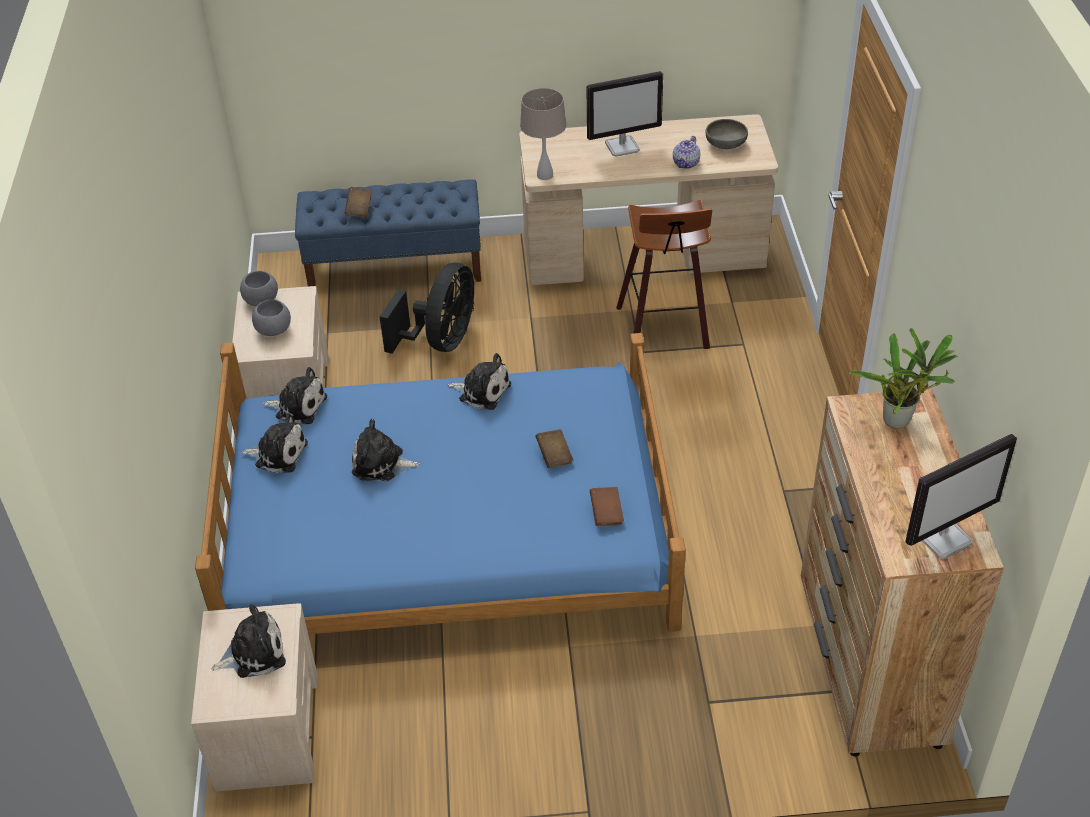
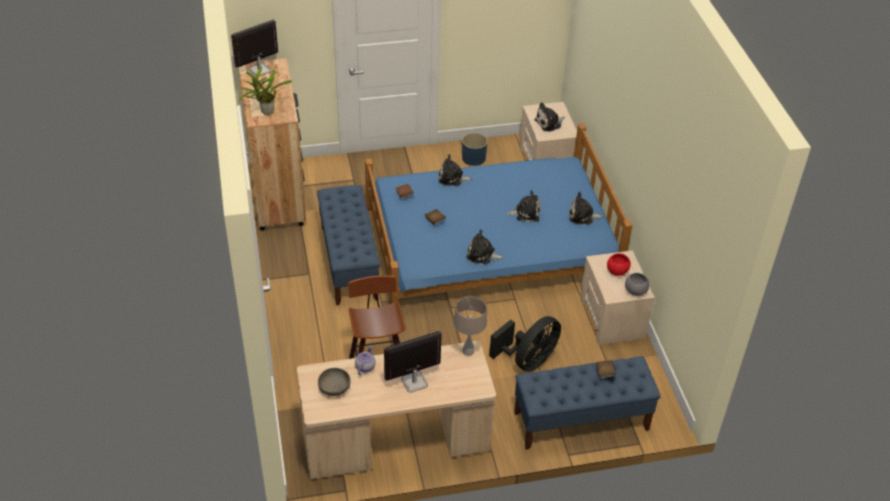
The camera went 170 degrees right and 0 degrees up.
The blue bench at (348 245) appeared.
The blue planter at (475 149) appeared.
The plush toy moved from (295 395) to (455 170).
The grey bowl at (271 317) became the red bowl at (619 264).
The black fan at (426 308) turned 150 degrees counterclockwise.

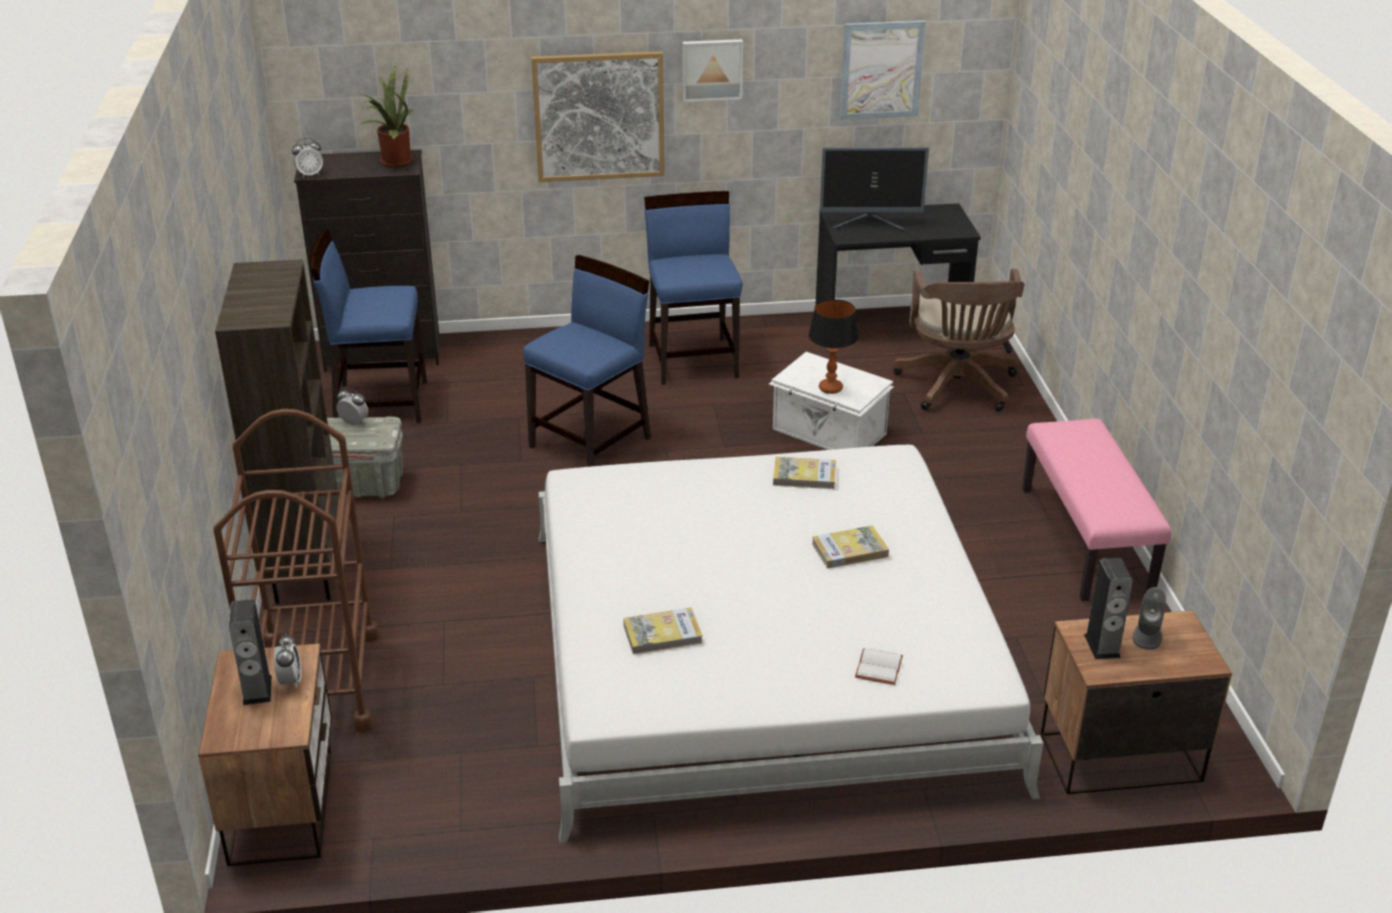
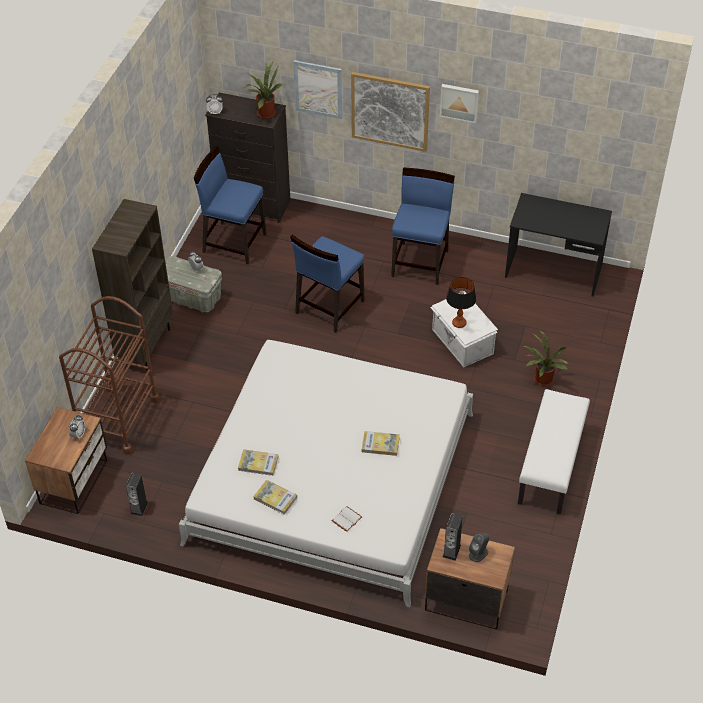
The camera went 25 degrees right and 15 degrees up.
The monitor at (874 189) disappeared.
The brown office chair at (958 340) disappeared.
The potted plant at (546 358) appeared.
The speaker moved from (250 652) to (137 494).
The book moved from (804 473) to (275 497).
The picture moved from (882 70) to (318 89).
The pink bench at (1097 509) became the white bench at (554 451).
The blue chair at (587 361) turned 150 degrees clockwise.

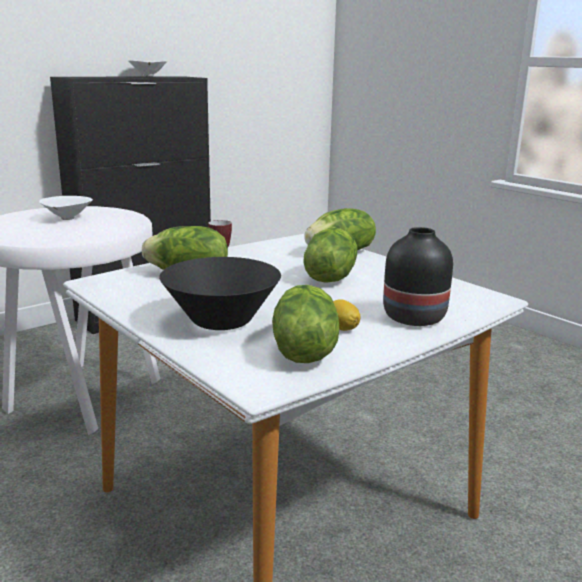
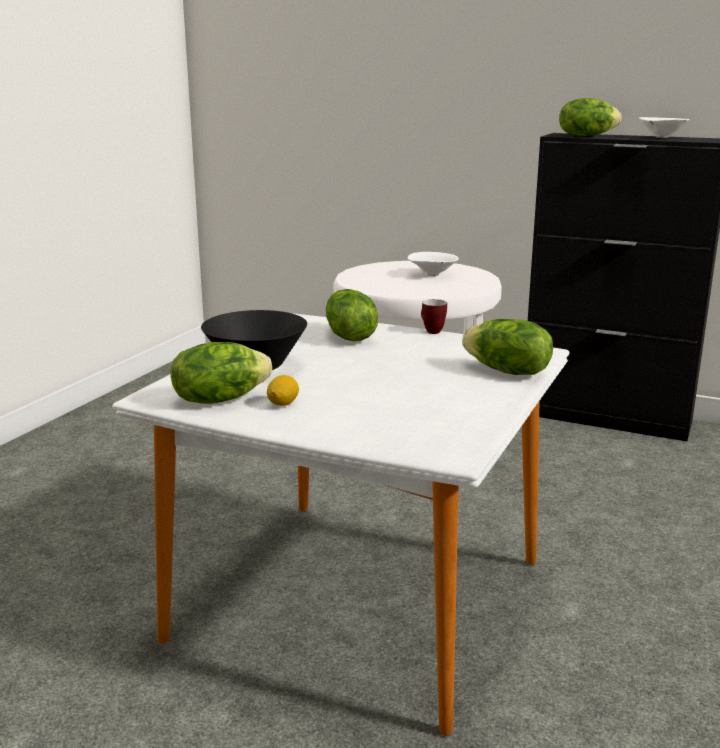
The camera went 65 degrees right and 0 degrees up.
The black vase at (418 276) disappeared.
The lettuce moved from (330 255) to (590 117).

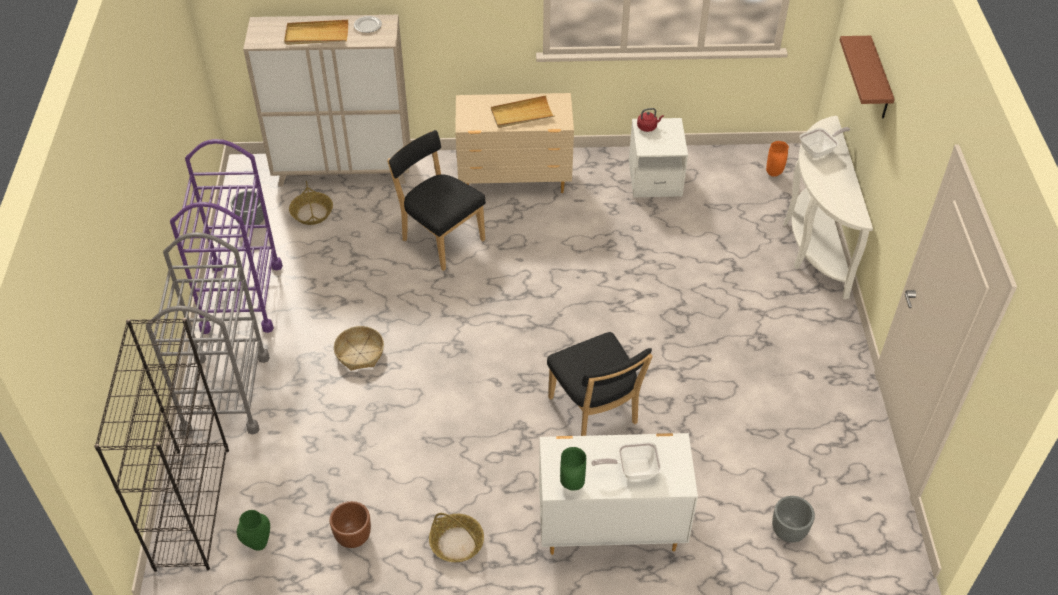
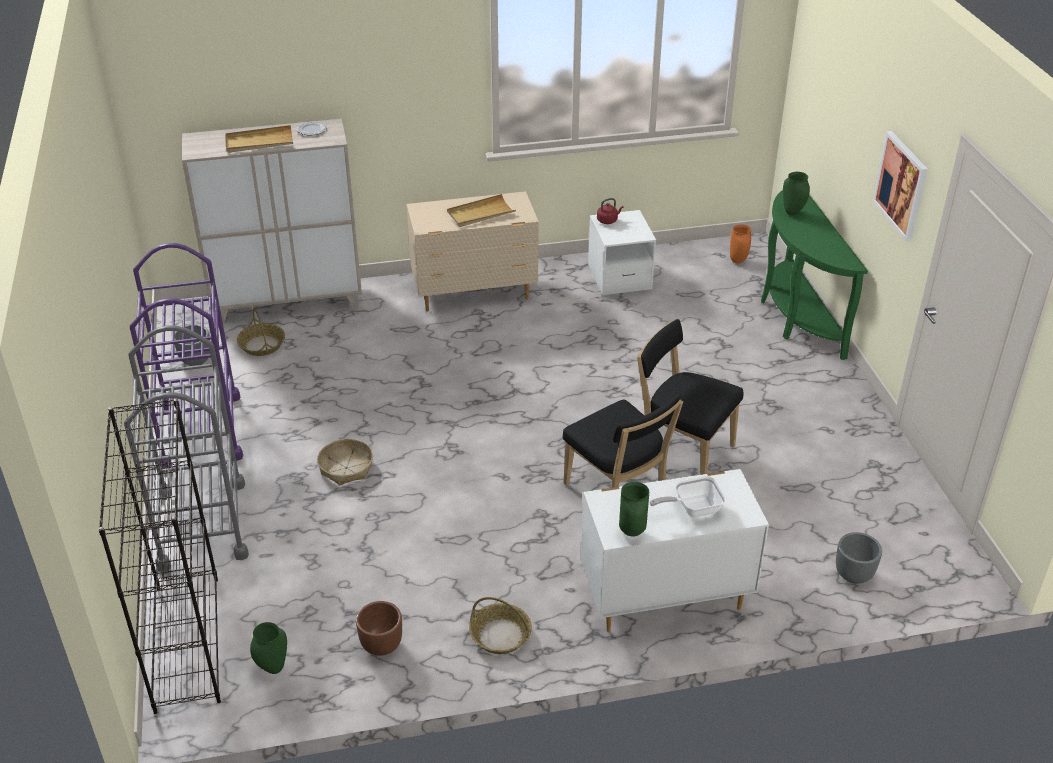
The camera went 10 degrees left and 10 degrees down.
The brown shelf at (867 77) disappeared.
The picture at (900 186) appeared.
The black chair moved from (436 200) to (690 397).
The frying pan at (825 143) was replaced by the green vase at (796 194).
The white console table at (828 207) became the green console table at (814 275).

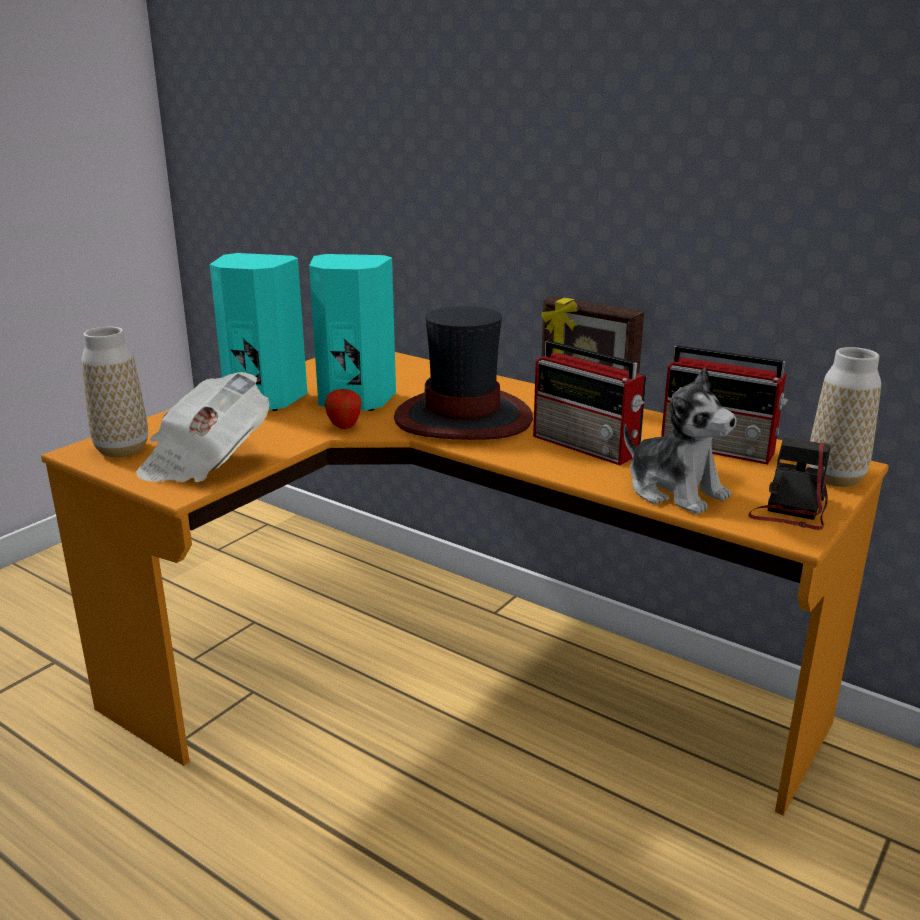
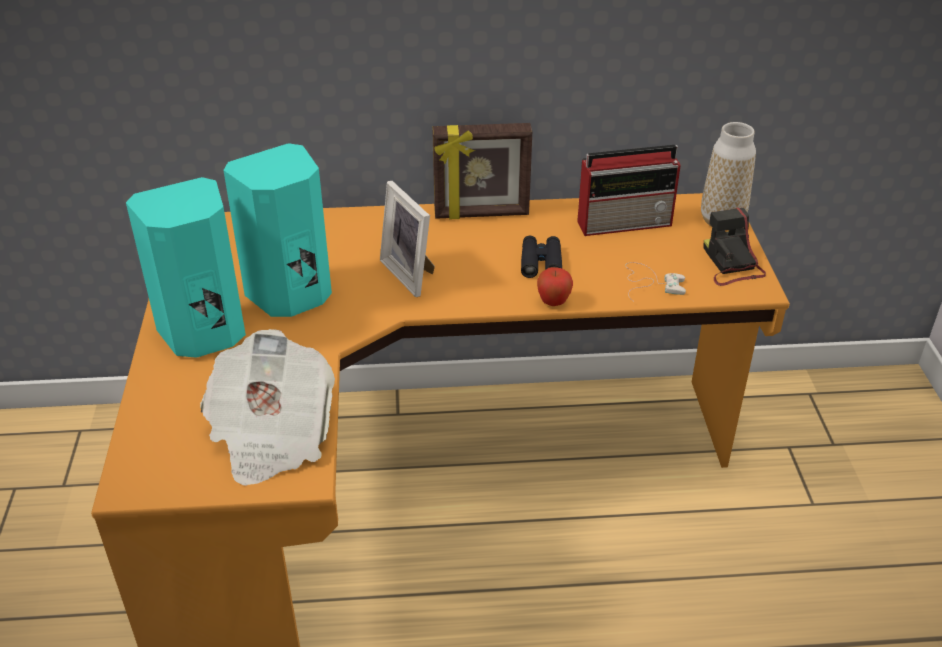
The camera went 40 degrees left and 15 degrees up.
The vase at (114 392) disappeared.
The apple moved from (343 408) to (555 286).
The hat at (463 373) was replaced by the picture frame at (407 239).
The radio at (589 403) was replaced by the black binoculars at (541 257).
The plush toy at (680 441) was replaced by the white game controller at (655 282).

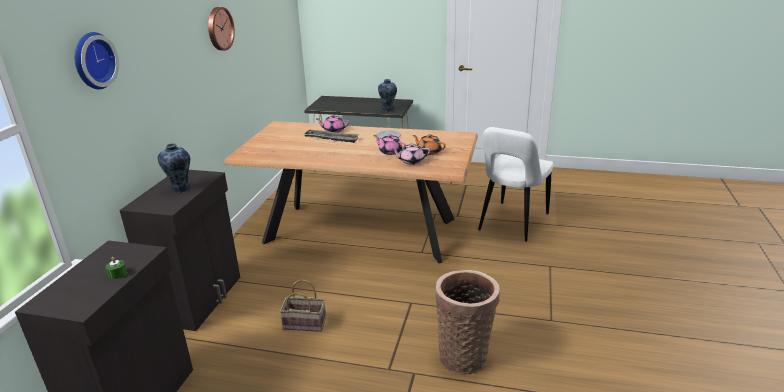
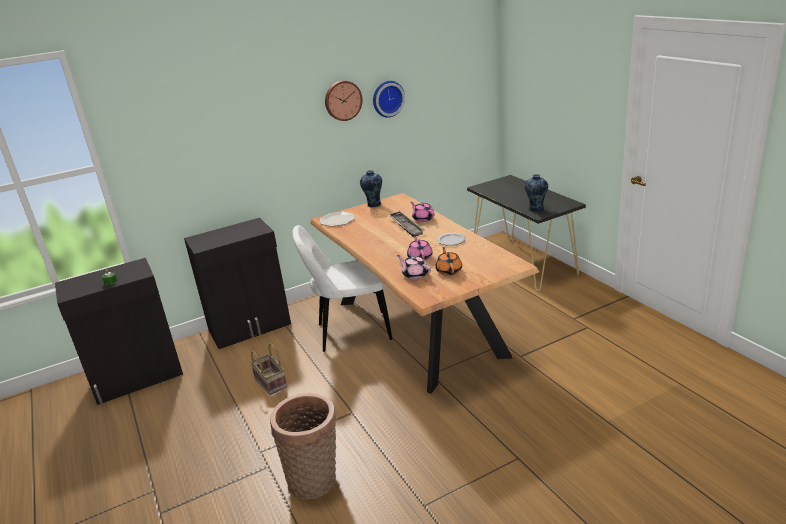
The camera went 50 degrees right and 0 degrees up.
The plate at (337 219) appeared.
The wall clock moved from (96 60) to (389 99).
The vase moved from (174 168) to (371 188).
The white chair moved from (516 184) to (342 288).

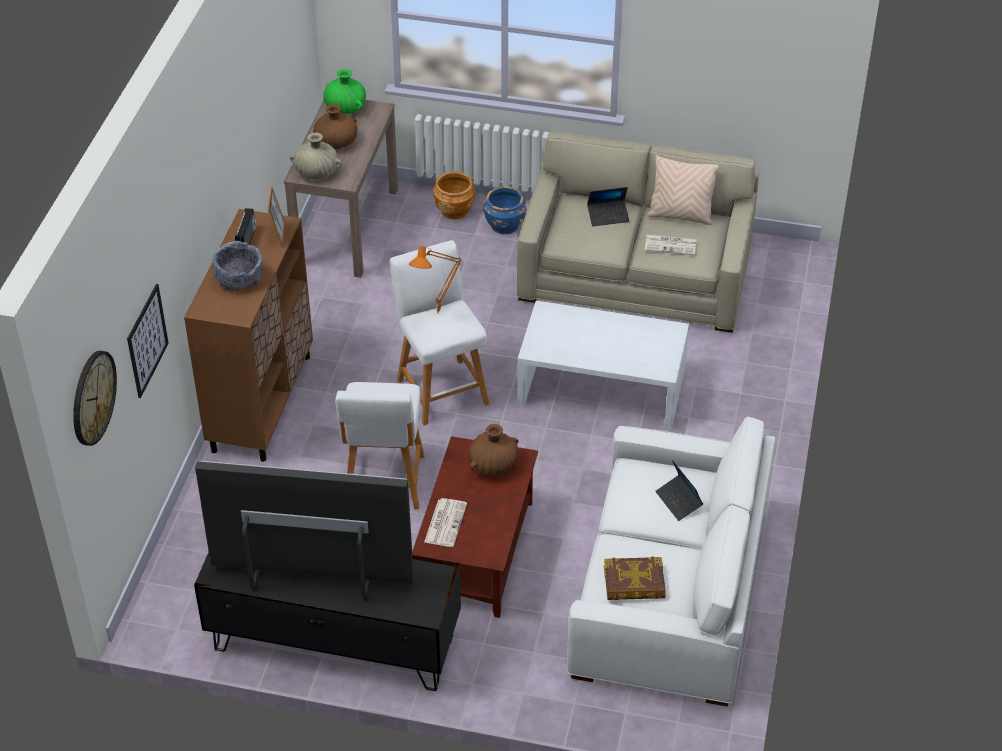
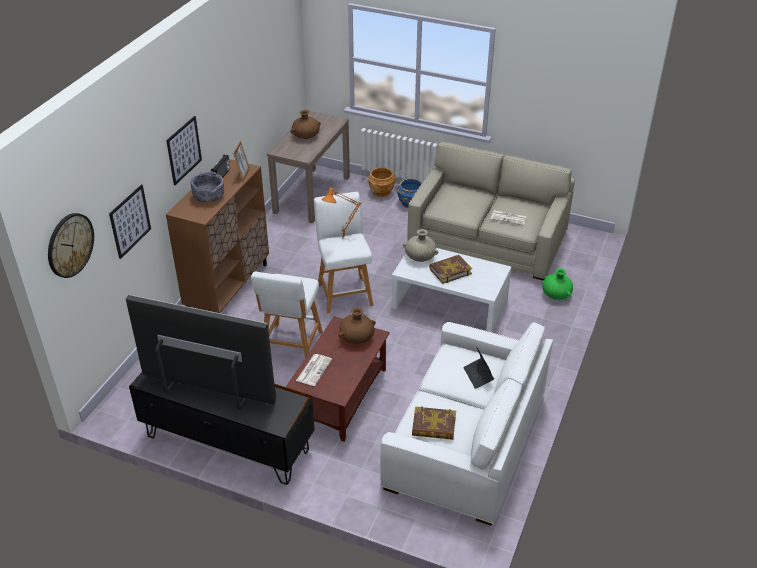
The camera went 10 degrees right and 5 degrees down.
The laptop at (608 206) disappeared.
The beige pillow at (683 190) disappeared.
The picture at (184 150) appeared.
The book at (450 269) appeared.
The beige vase moved from (316 156) to (420 245).
The green vase moved from (344 91) to (557 284).

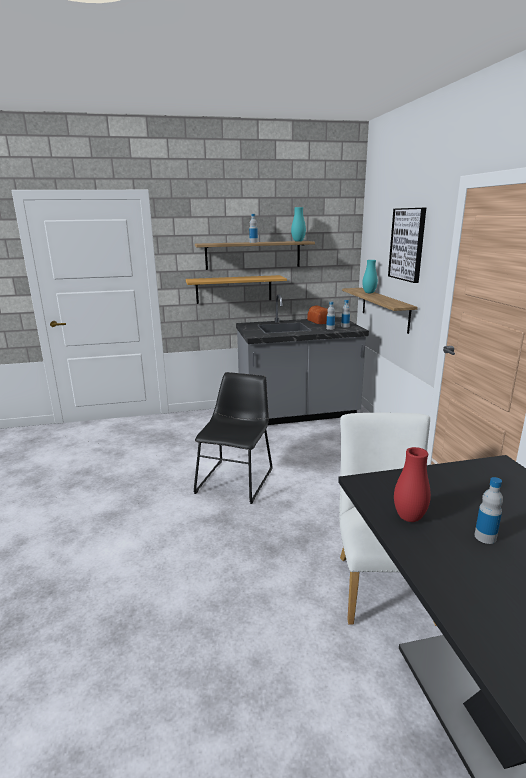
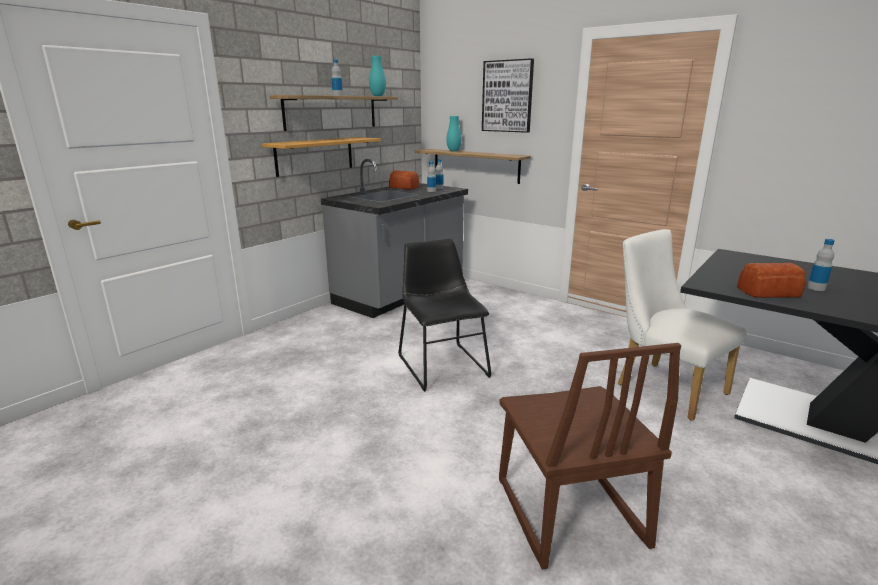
The camera went 40 degrees left and 0 degrees up.
The brown chair at (590 456) appeared.
The red vase at (412 484) was replaced by the bread at (771 280).

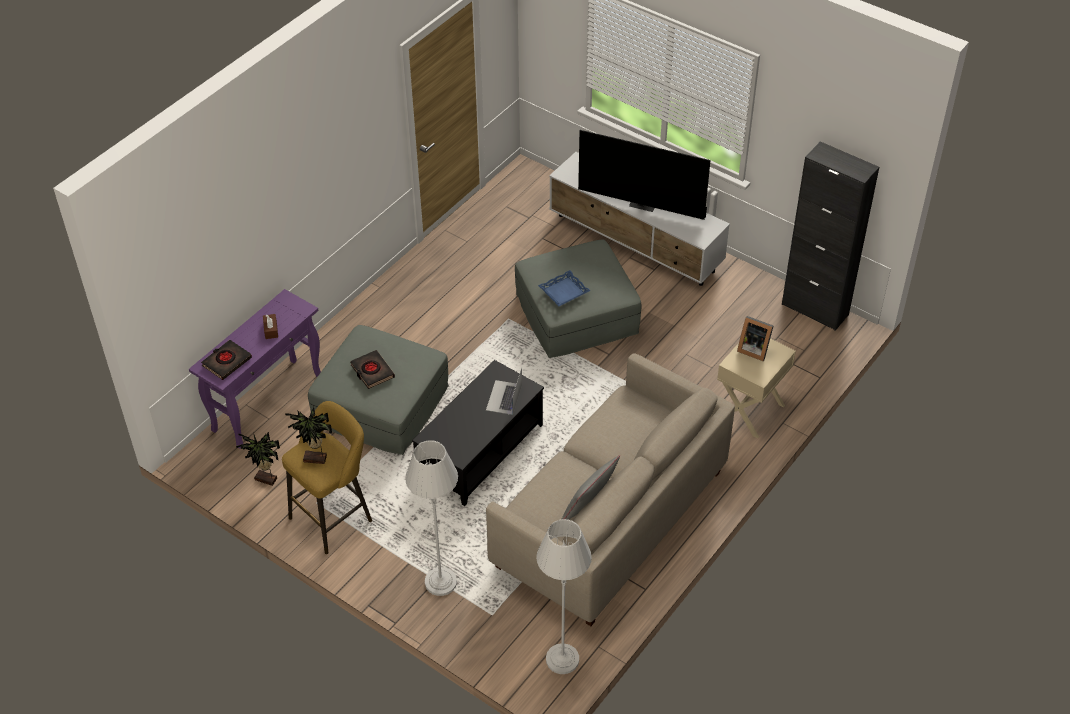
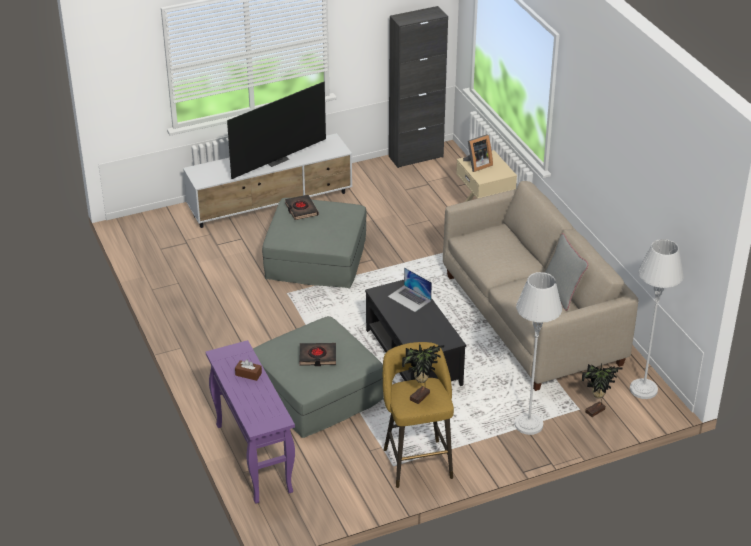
The camera went 60 degrees left and 10 degrees down.
The blue tray at (564 288) disappeared.
The black book moved from (226 360) to (302 207).
The potted plant moved from (258 459) to (602 390).

